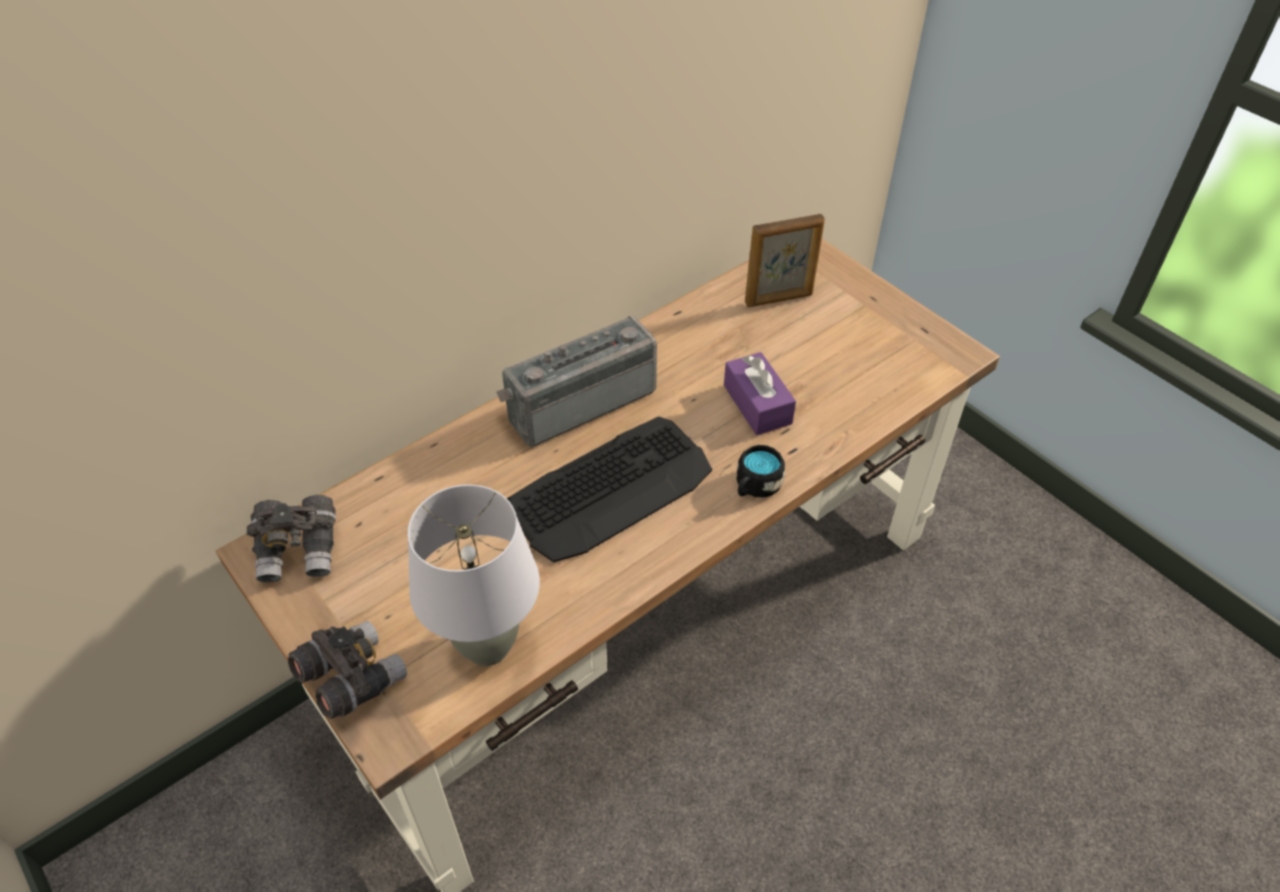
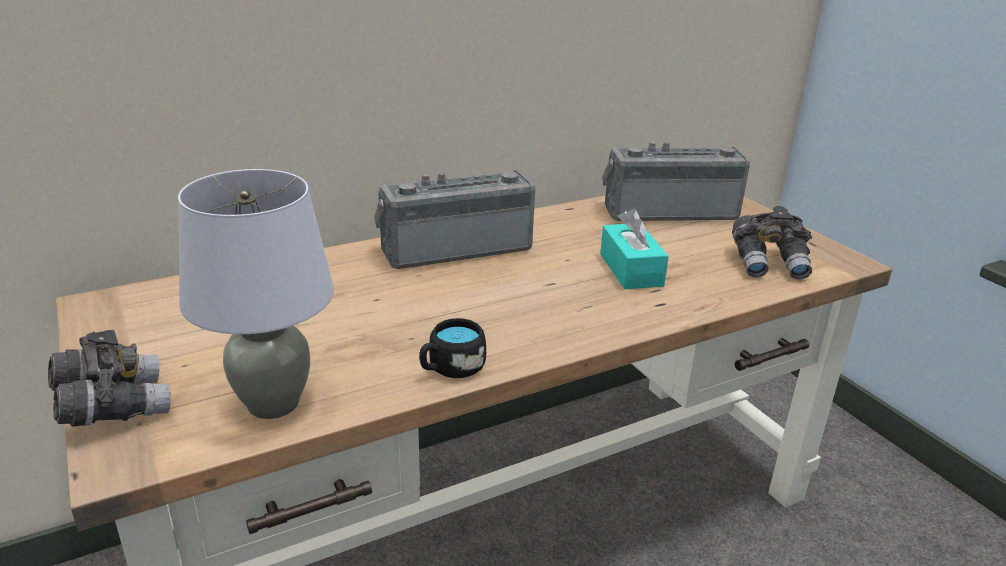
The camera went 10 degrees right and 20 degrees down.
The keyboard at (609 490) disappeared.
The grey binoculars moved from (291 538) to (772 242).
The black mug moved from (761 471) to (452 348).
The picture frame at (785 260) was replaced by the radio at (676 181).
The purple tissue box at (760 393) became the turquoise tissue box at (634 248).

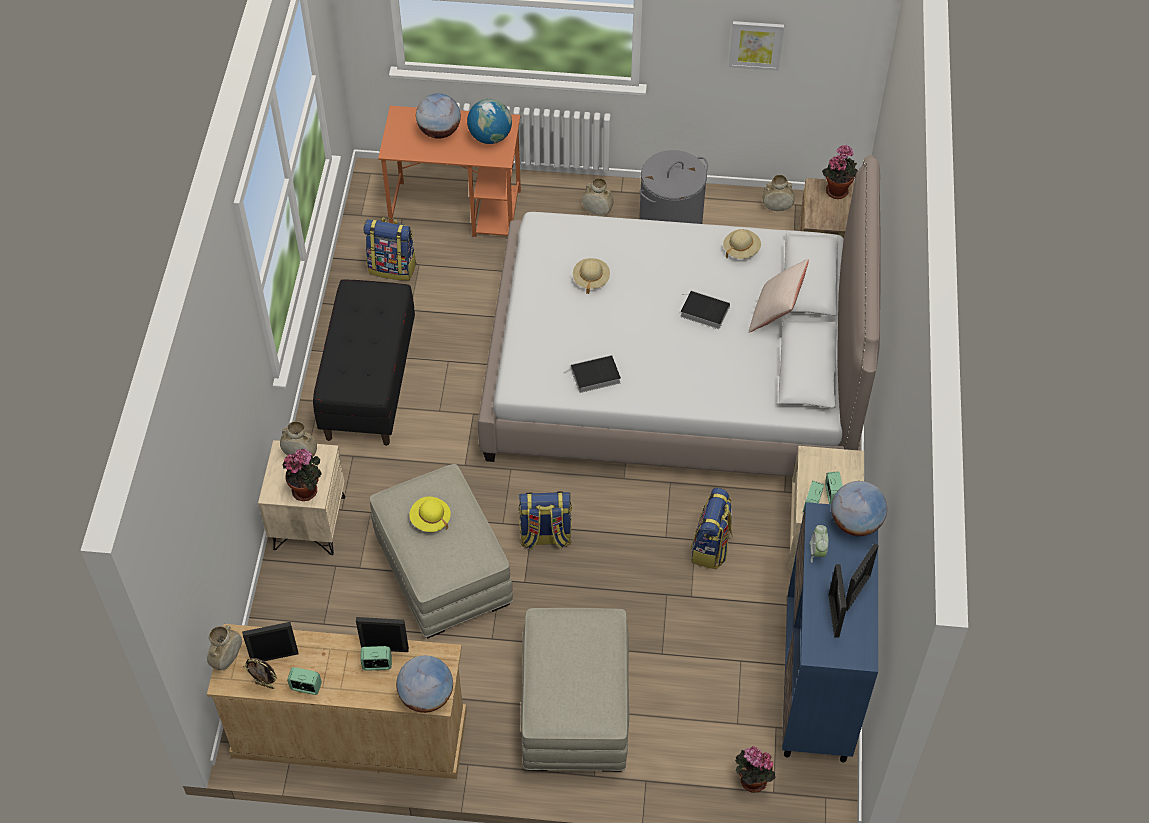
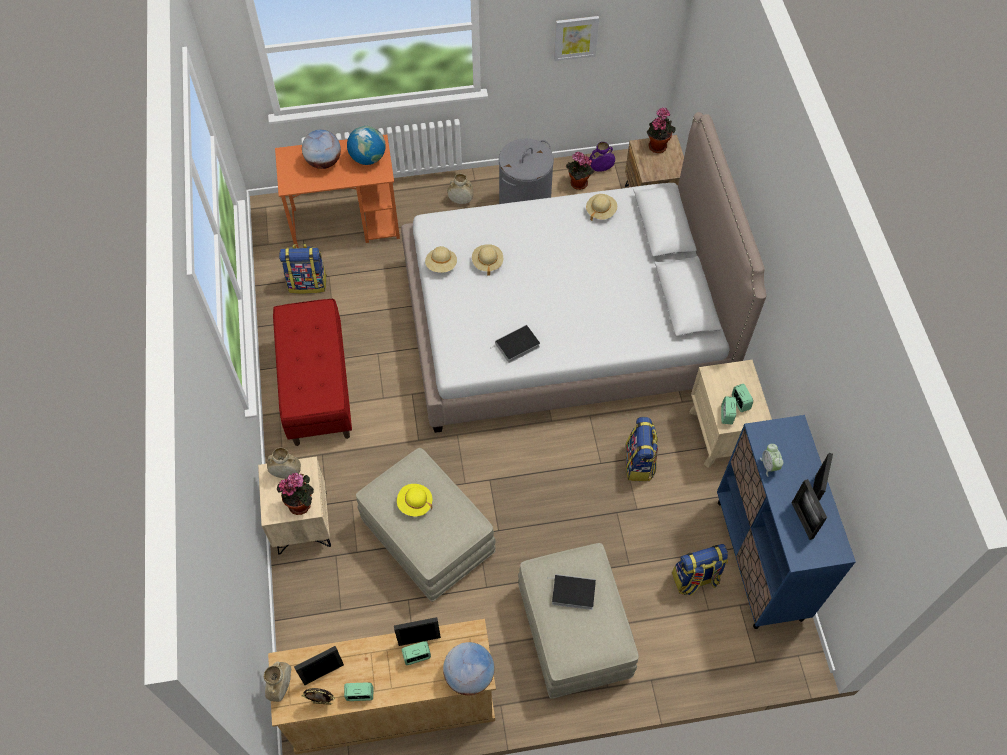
The camera went 15 degrees left and 5 degrees up.
The beige pillow at (779 296) disappeared.
The globe at (859 508) disappeared.
The beige hat at (441 259) appeared.
The backpack moved from (545 520) to (700 570).
The book moved from (705 309) to (571 592).
The potted plant moved from (755 769) to (580 171).
The black bench at (364 362) became the red bench at (312 372).
The beige vase at (778 193) became the purple vase at (602 157).

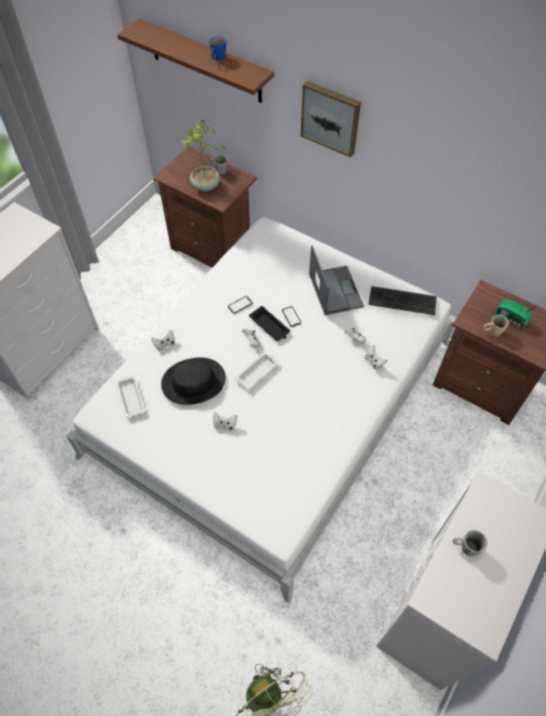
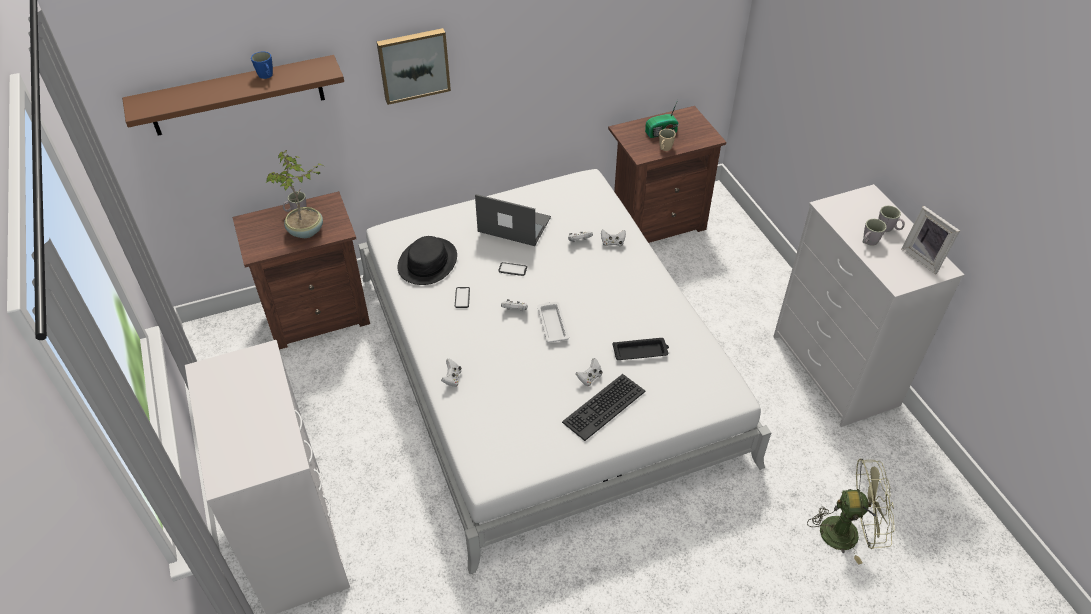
The camera went 55 degrees left and 10 degrees down.
The white tray at (131 396) disappeared.
The grey mug at (891 218) appeared.
The picture frame at (930 240) appeared.
The black hat moved from (193 381) to (427 260).
The black tray moved from (269 323) to (641 349).
The keyboard moved from (402 300) to (604 407).

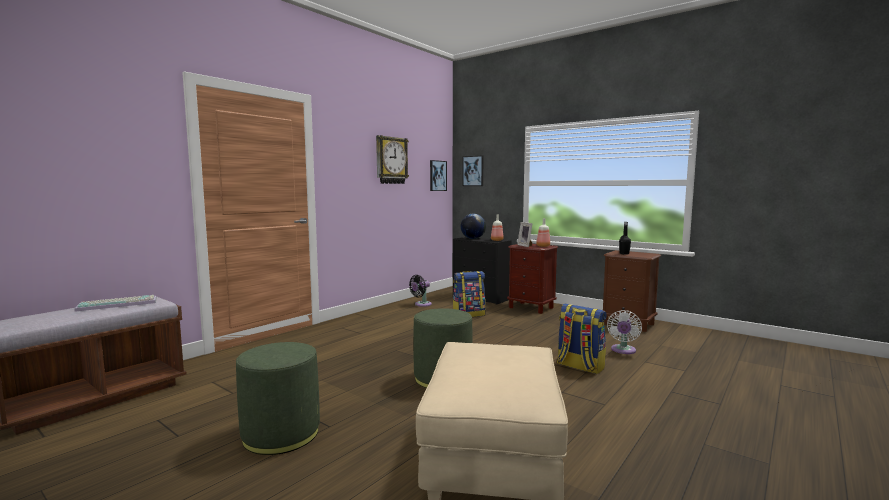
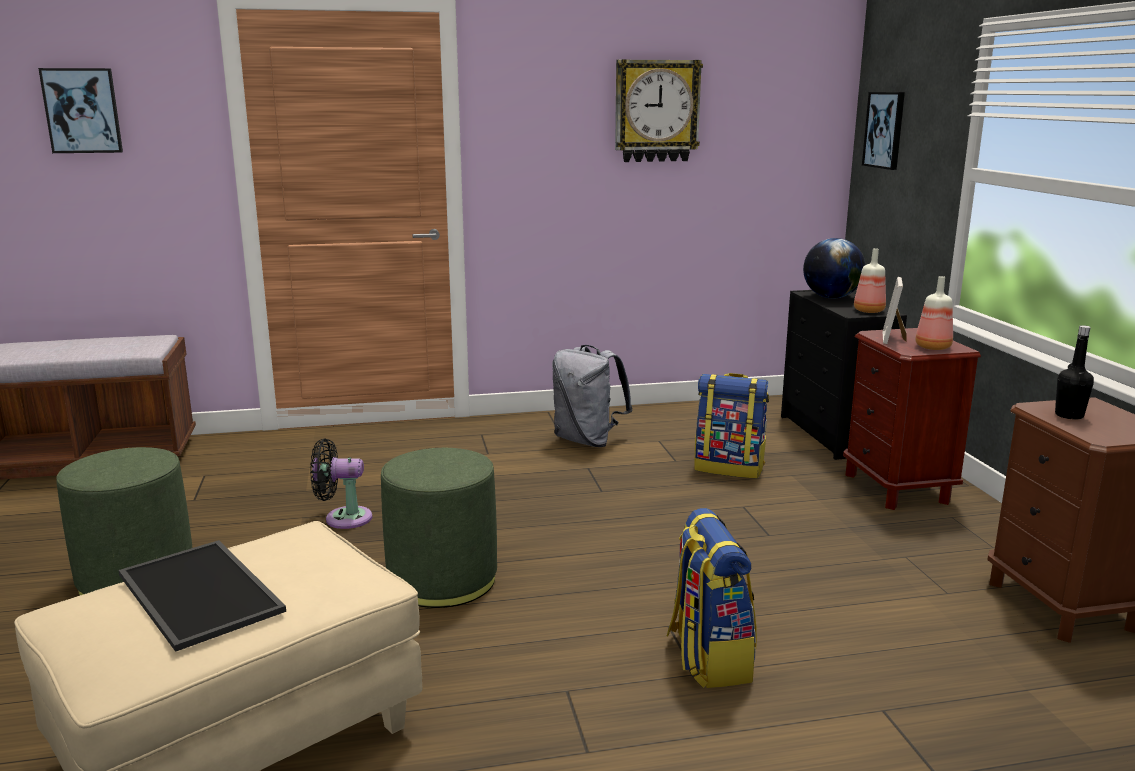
The camera went 40 degrees right and 10 degrees up.
The keyboard at (115 303) disappeared.
The white fan at (624 332) disappeared.
The tray at (202 596) appeared.
The grey backpack at (592 396) appeared.
The black fan moved from (420 291) to (341 484).
The picture moved from (438 175) to (80 110).

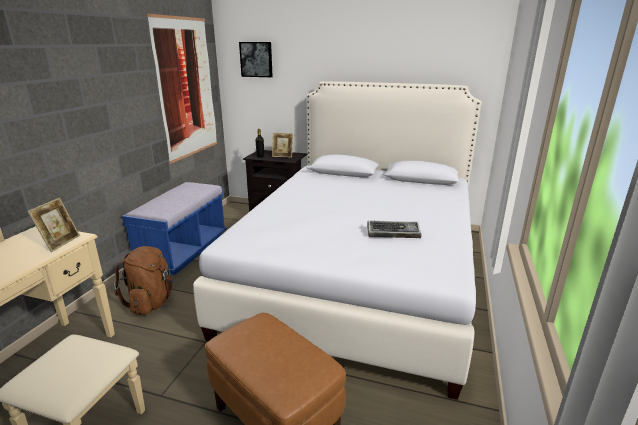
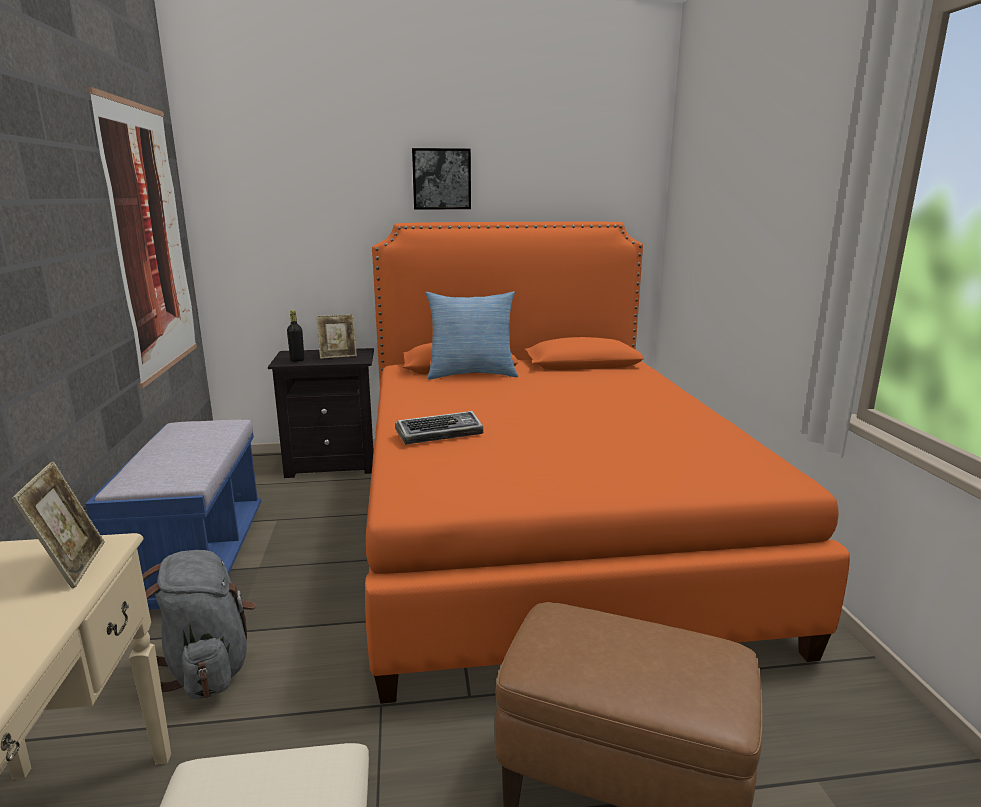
The camera went 25 degrees left and 5 degrees down.
The pillow at (471 335) appeared.
The picture moved from (256 59) to (441 178).
The keyboard moved from (394 229) to (439 427).
The brown backpack at (143 280) became the grey backpack at (193 624).
The white bed at (337 240) became the orange bed at (607 462).

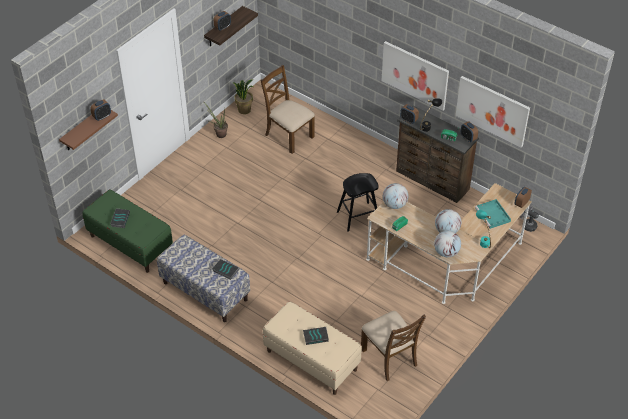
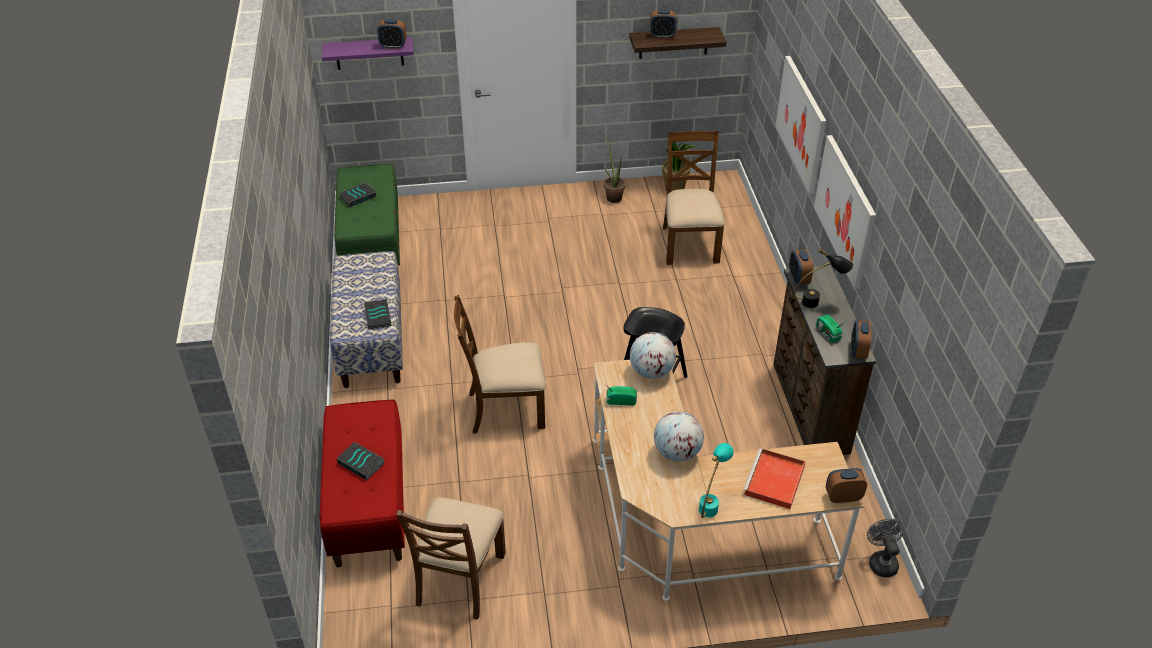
The camera went 45 degrees right and 5 degrees down.
The globe at (447 244) disappeared.
The brown chair at (500 364) appeared.
The picture moved from (493 112) to (800 124).
The brown shelf at (88 130) became the purple shelf at (367 53).
The beige bench at (312 348) became the red bench at (362 484).
The turquoise tray at (493 214) became the red tray at (774 478).

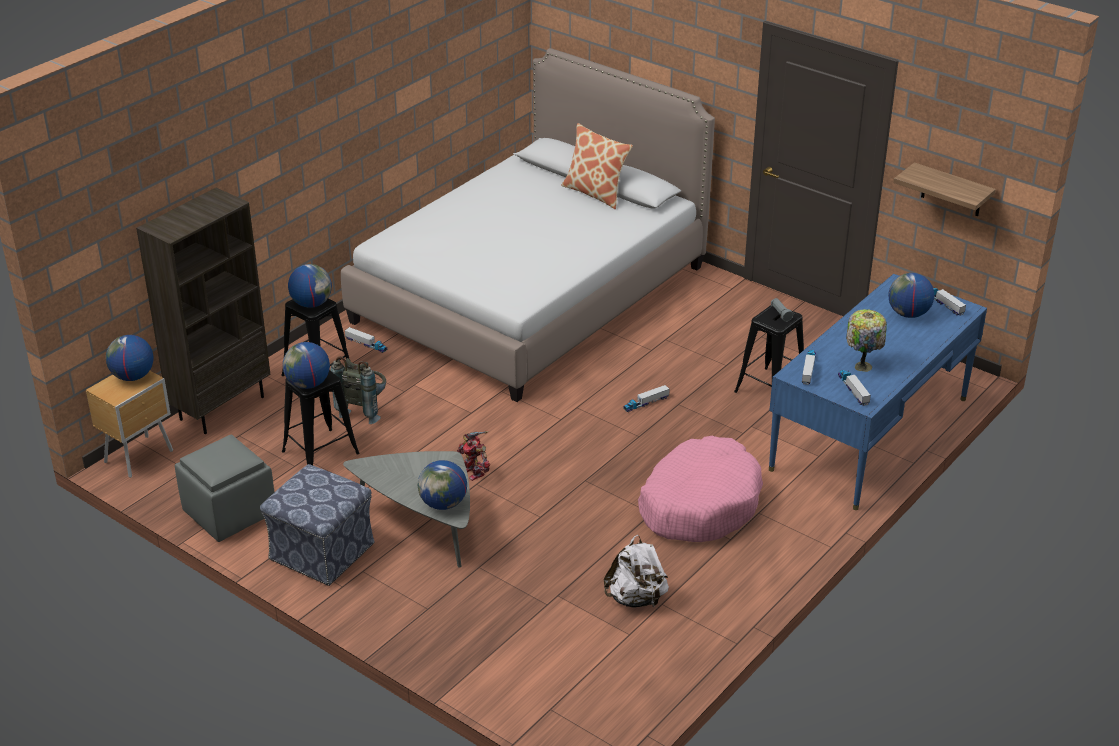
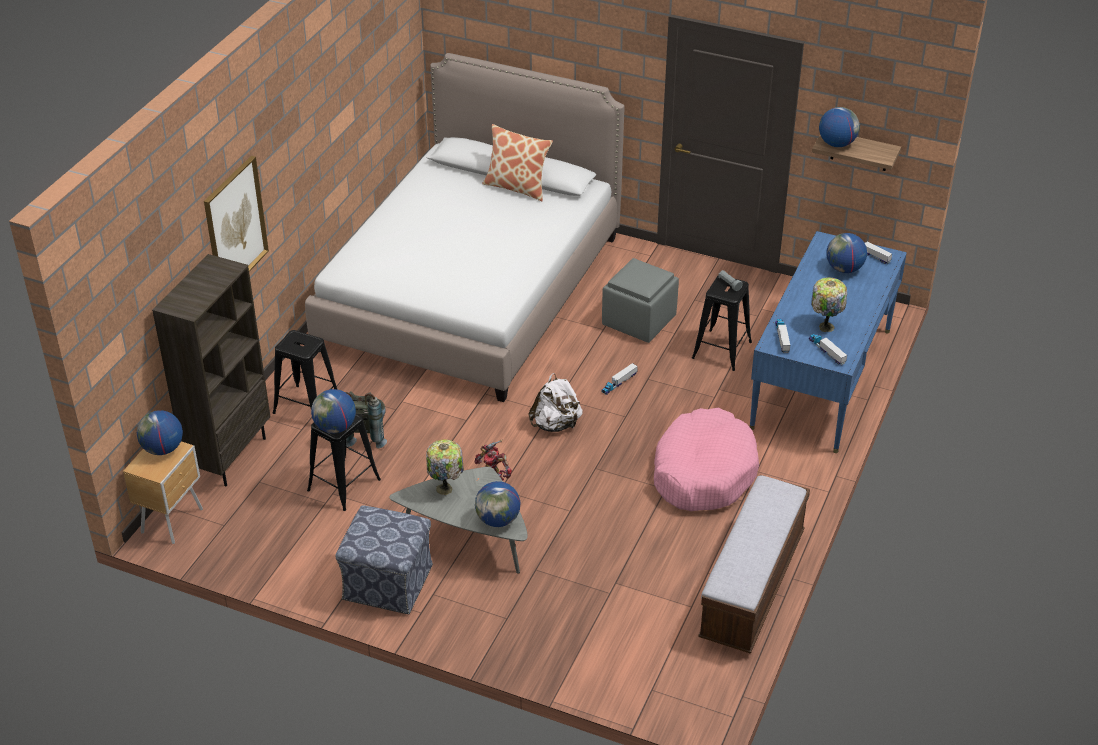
The camera went 15 degrees left and 5 degrees up.
The toy truck at (366 340) disappeared.
The picture at (236 214) appeared.
The table lamp at (445 467) appeared.
The bench at (754 564) appeared.
The grey ottoman moved from (224 488) to (640 300).
The globe moved from (310 286) to (839 127).
The white backpack moved from (636 571) to (555 402).

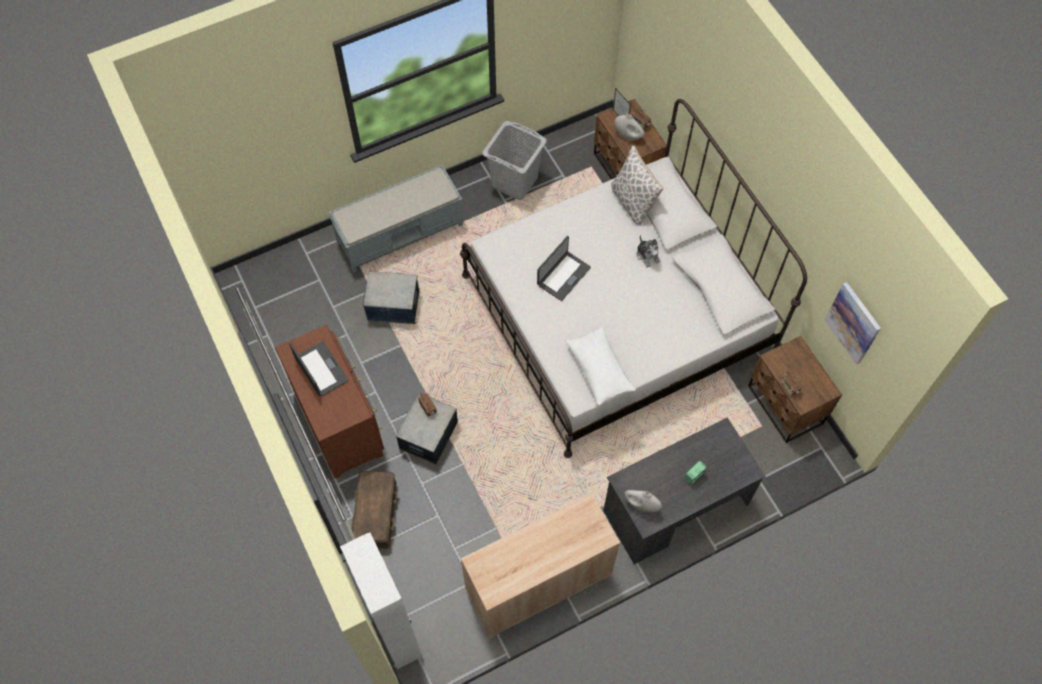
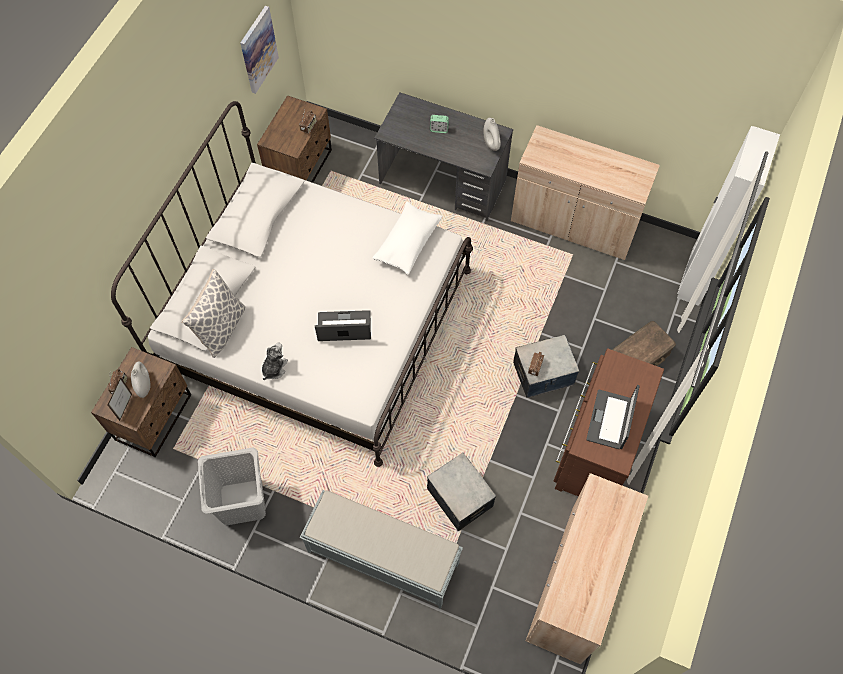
The camera went 130 degrees left and 0 degrees up.
The beige cabinet at (587 568) appeared.
The plush toy moved from (648 251) to (275 361).

